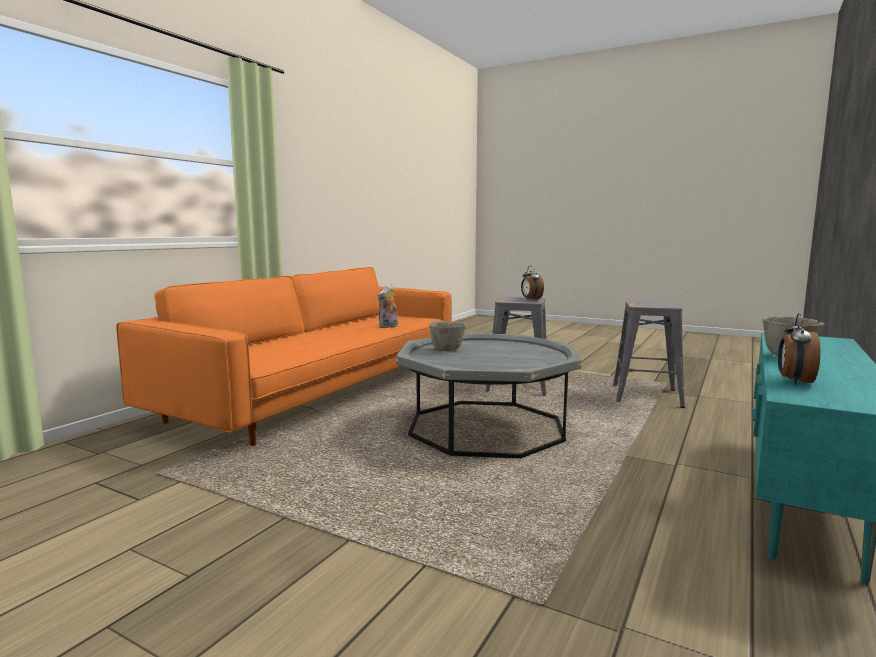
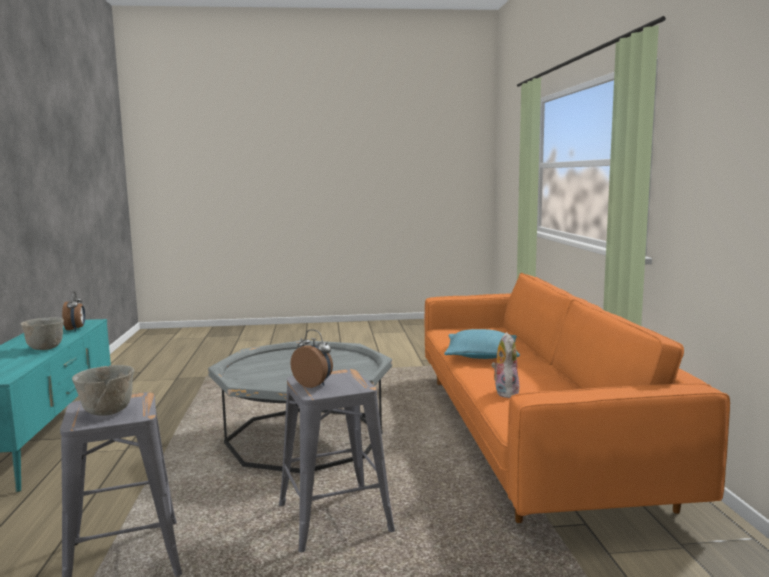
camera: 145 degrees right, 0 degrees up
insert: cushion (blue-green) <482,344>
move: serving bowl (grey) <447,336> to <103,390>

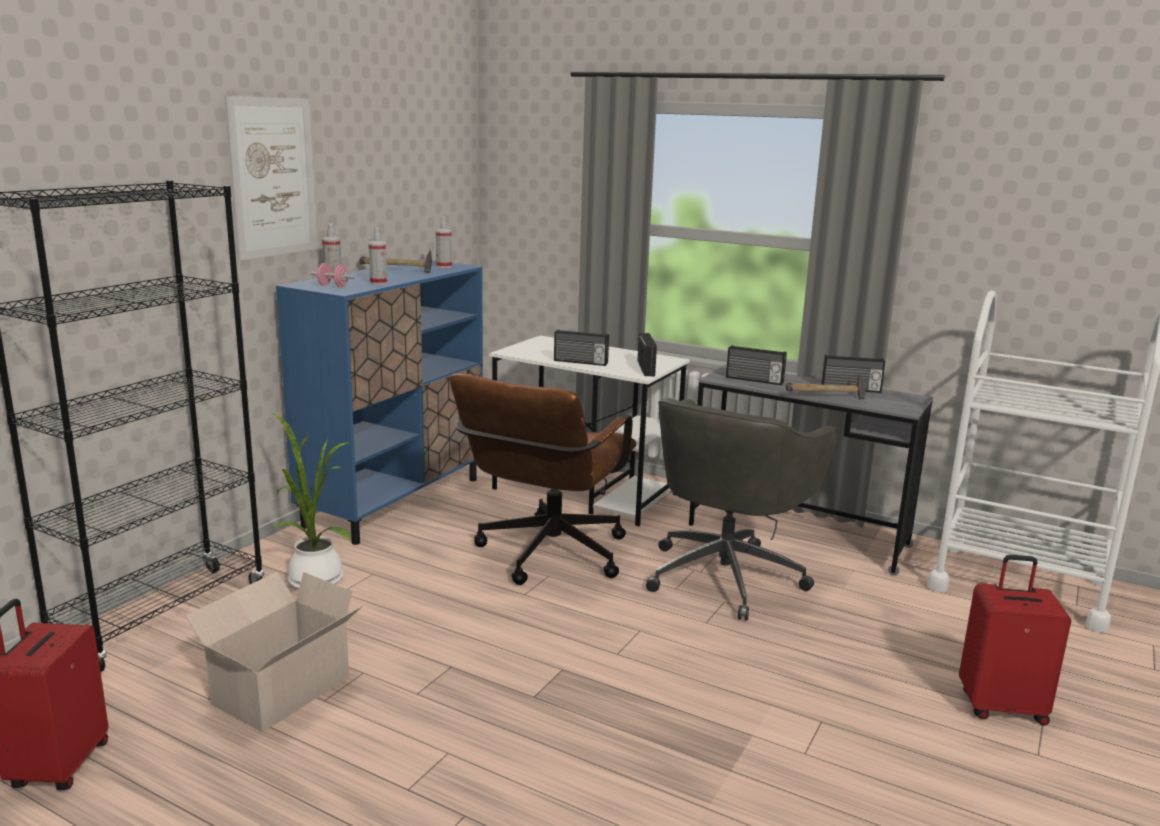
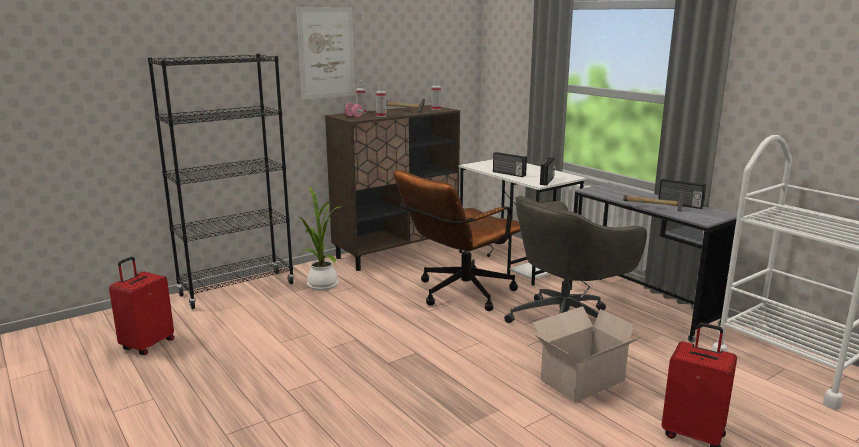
camera: 25 degrees right, 0 degrees up
delete: radio <756,365>
move: carton <274,652> to <588,354>
recolor: storage cabinet (blue) <379,402> to storage cabinet (brownish) <392,188>

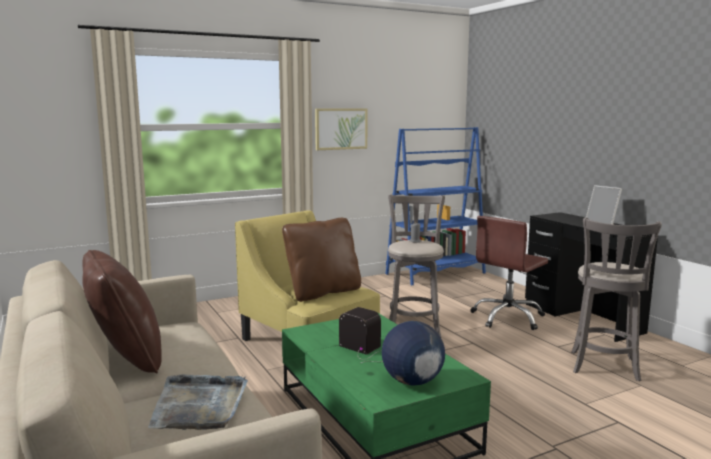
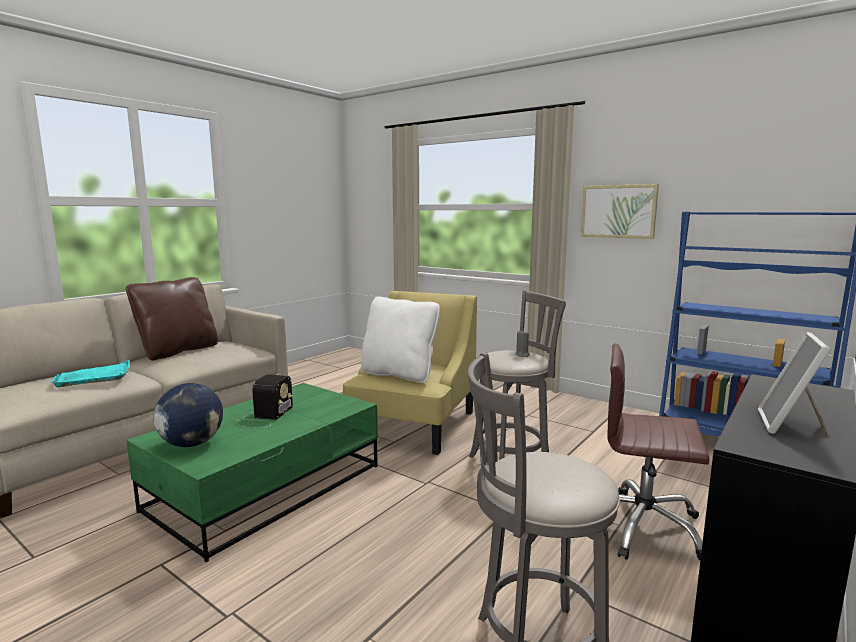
camera: 65 degrees right, 0 degrees up
recolor: serving tray (grey) <198,402> to serving tray (blue-green) <90,373>; cushion (brownish) <321,260> to cushion (white) <400,340>

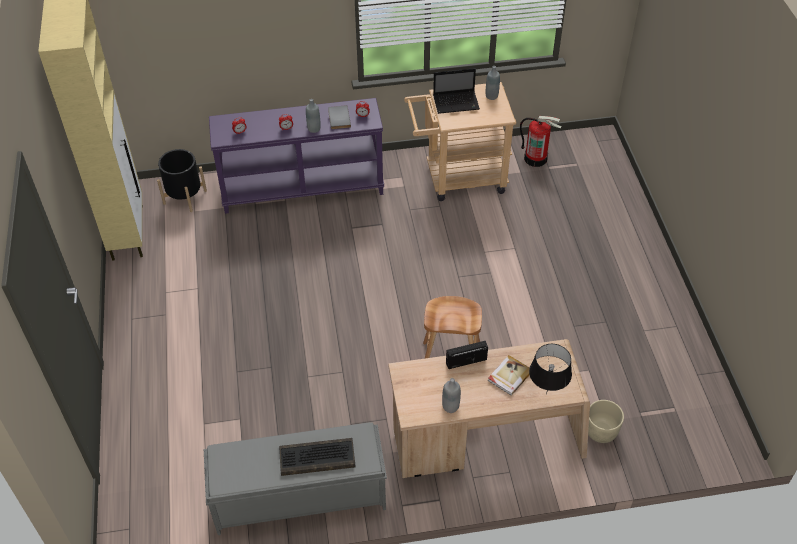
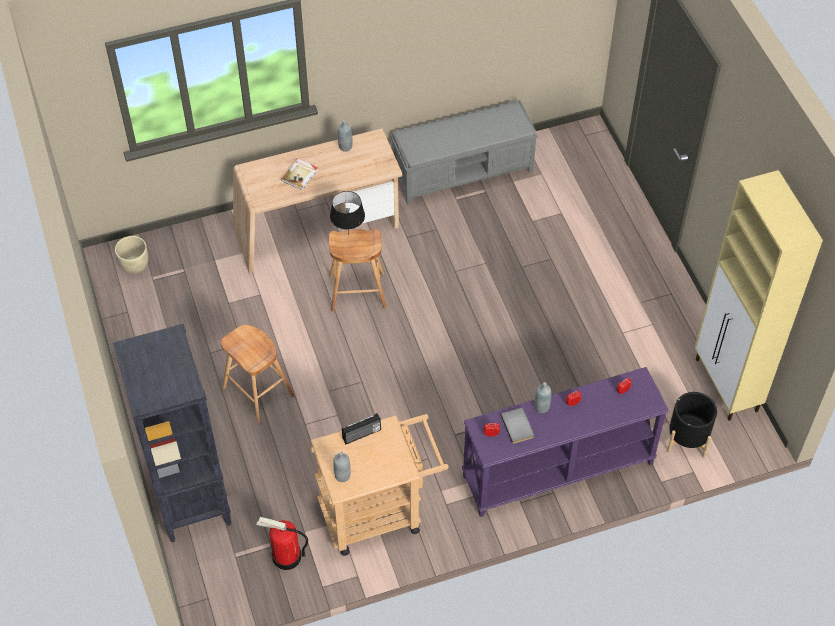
camera: 170 degrees right, 5 degrees up
delete: PC keyboard <317,457>; laptop <456,91>
insert: shelving unit (black) <172,433>; sitting stool (brownish) <258,374>
move: plant pot (sand-coloured) <606,421> to <131,255>; table lamp (black) <550,369> to <347,213>; radio <467,355> to <361,429>

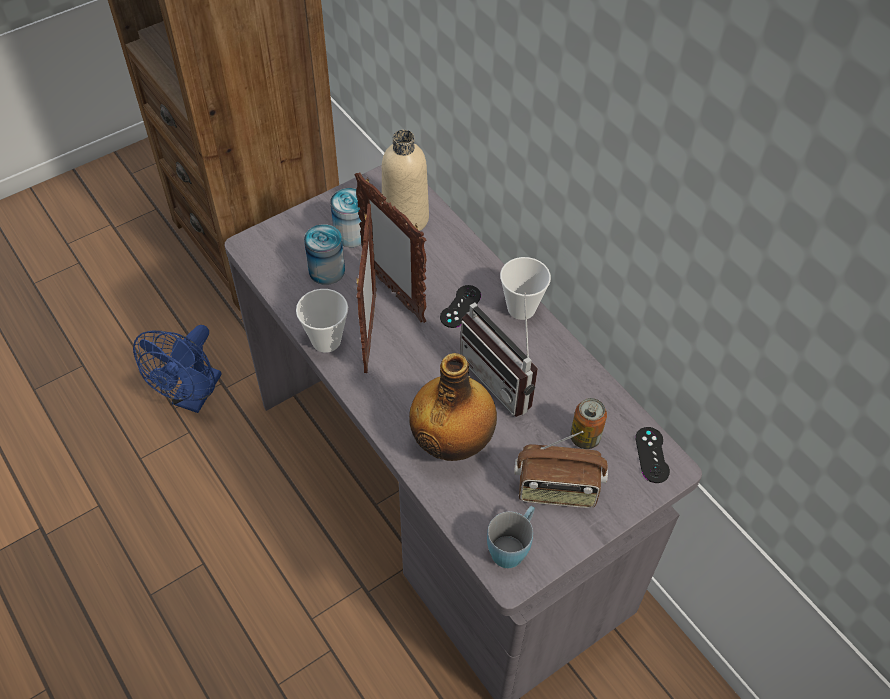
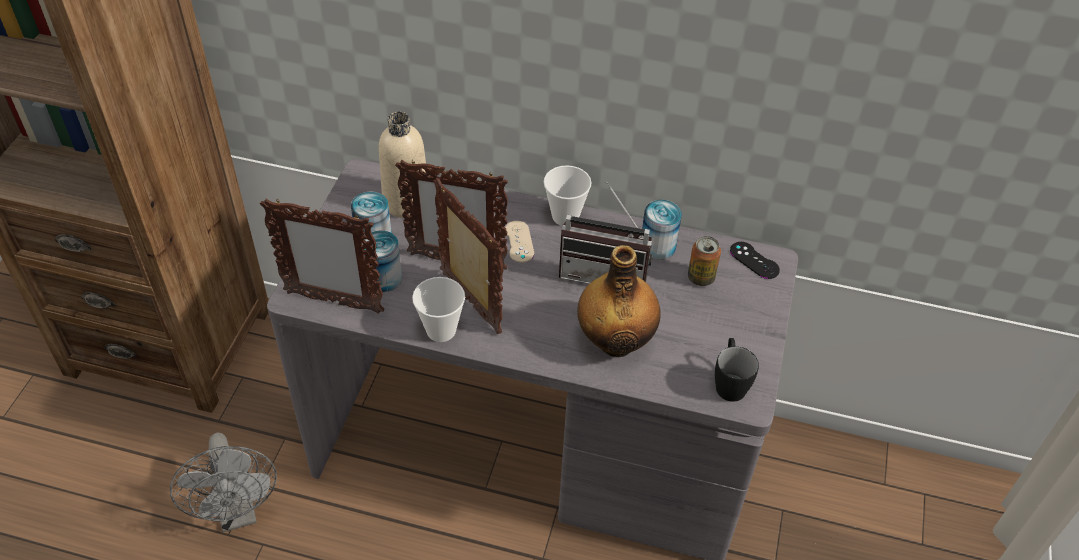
camera: 40 degrees left, 5 degrees down
delete: radio <561,469>
insert: standing frame <322,256>; metal can <662,230>
recolor: cooling fan (blue) <177,369> to cooling fan (grey) <223,482>; gamepad (black) <460,306> to gamepad (sand-coloured) <519,242>; coffee mug (blue) <511,537> to coffee mug (black) <737,370>

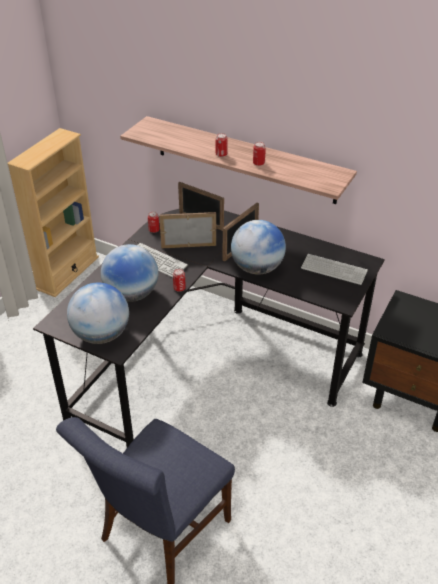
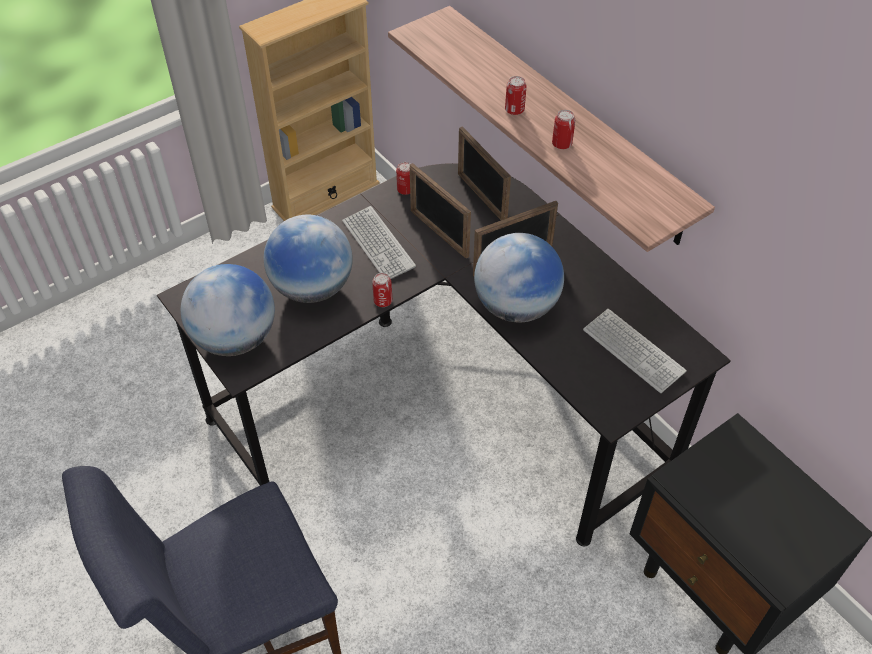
camera: 25 degrees right, 10 degrees up
rotate: standing frame <187,230> = <440,211> 150 degrees counterclockwise

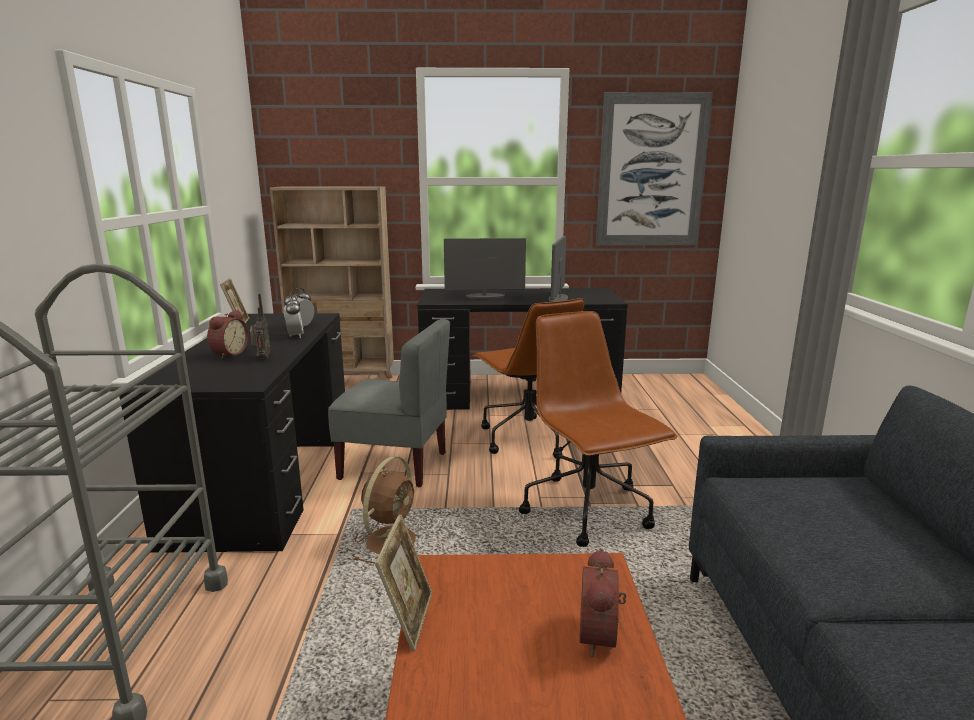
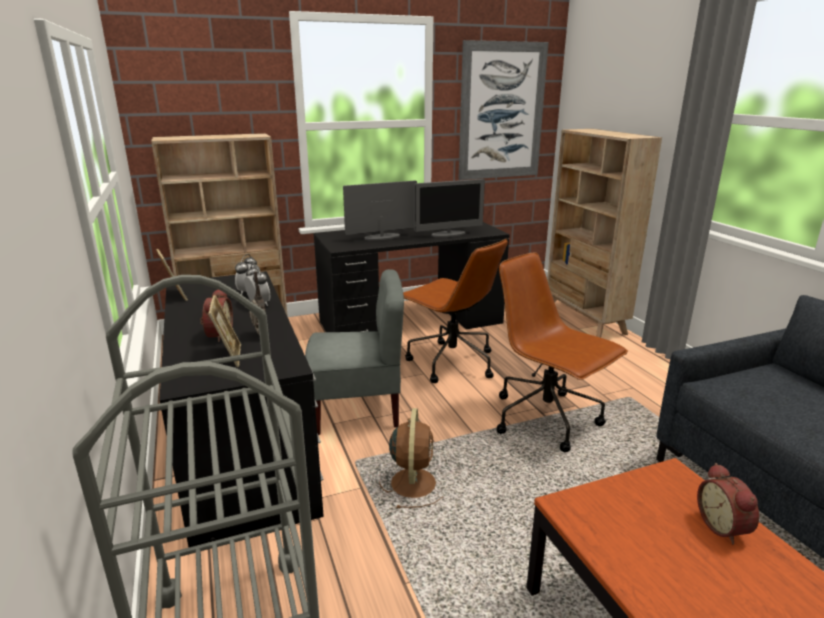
camera: 20 degrees left, 5 degrees up
insert: shelving unit (sand-coloured) <604,233>
move: standing frame <403,582> to <224,331>
rotate: monitor <558,269> = <449,208> 105 degrees counterclockwise

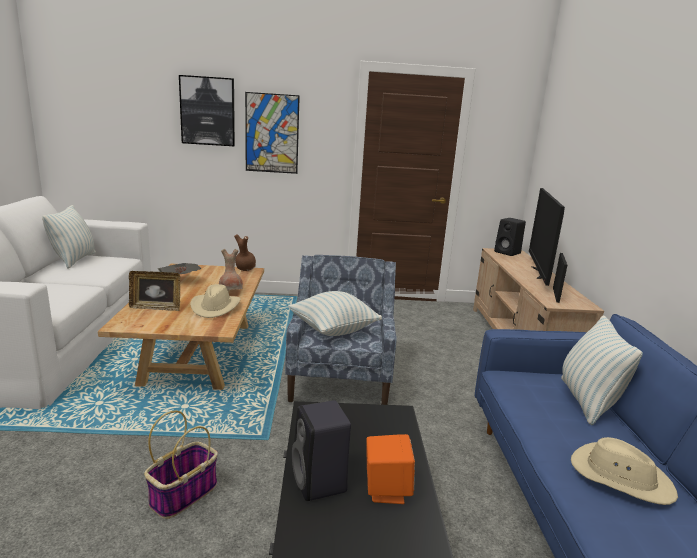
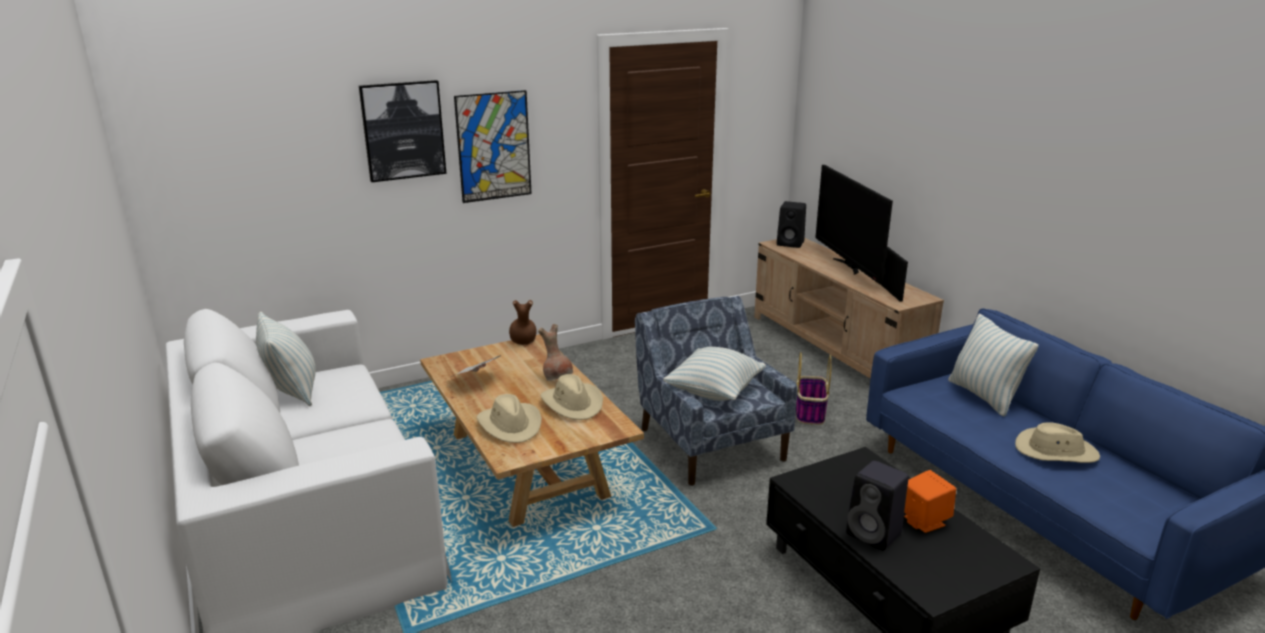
camera: 25 degrees left, 5 degrees up
move: household basket <181,465> to <814,388>
replace: standing frame <154,291> to clothing hat (sand-coloured) <509,418>

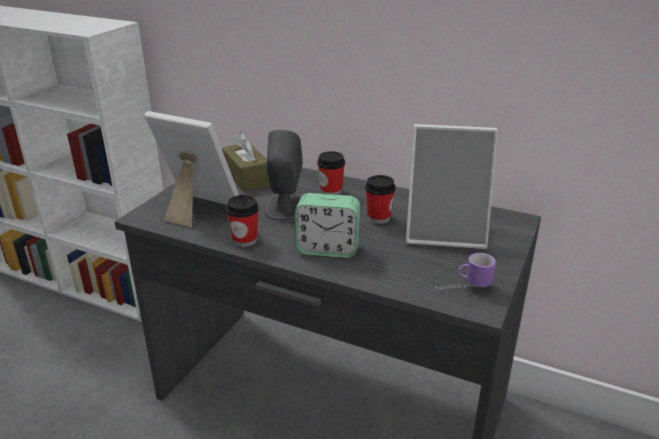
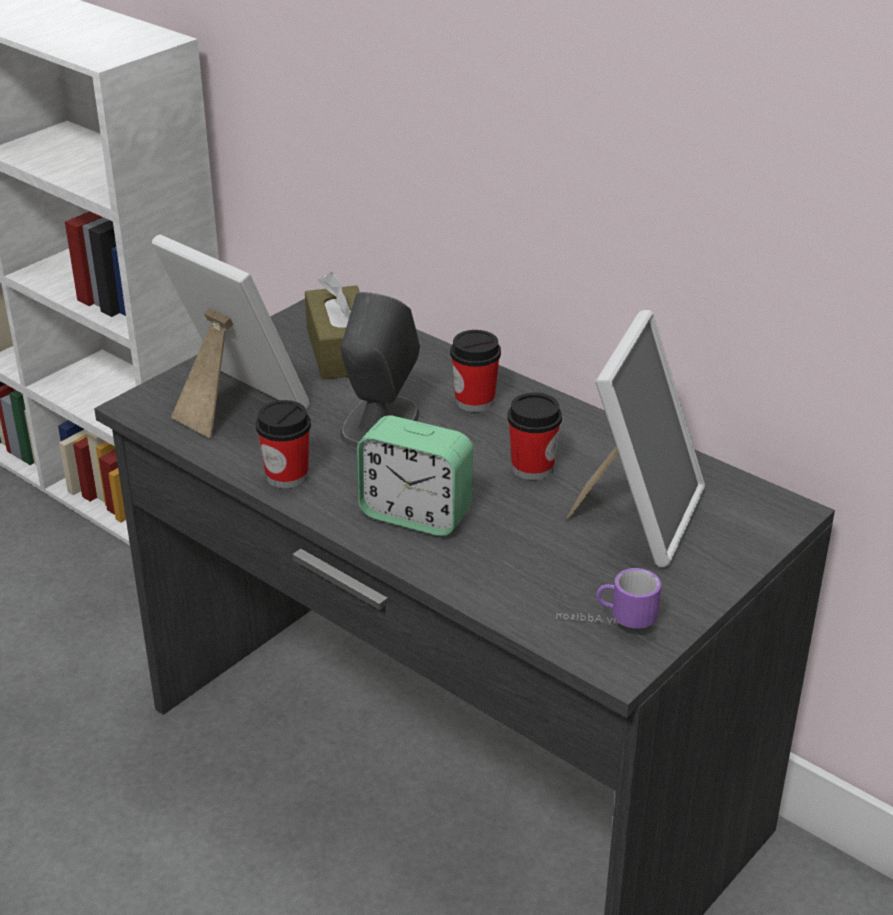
camera: 15 degrees right, 5 degrees up
rotate: standing frame <452,186> = <635,438> 90 degrees counterclockwise

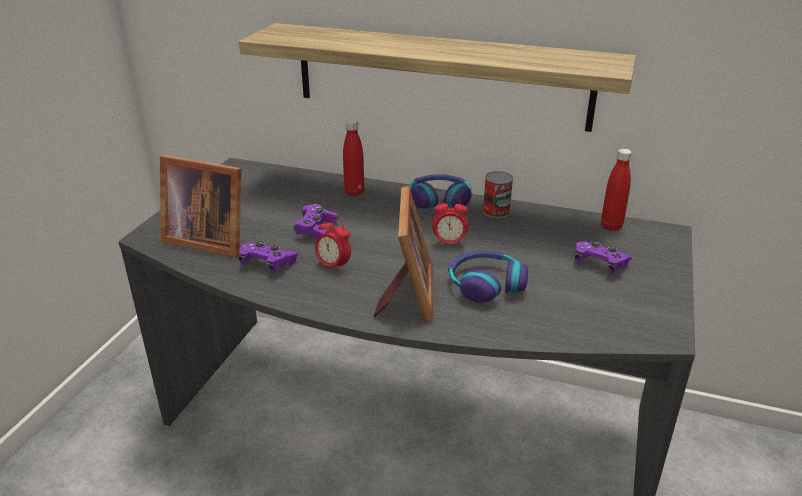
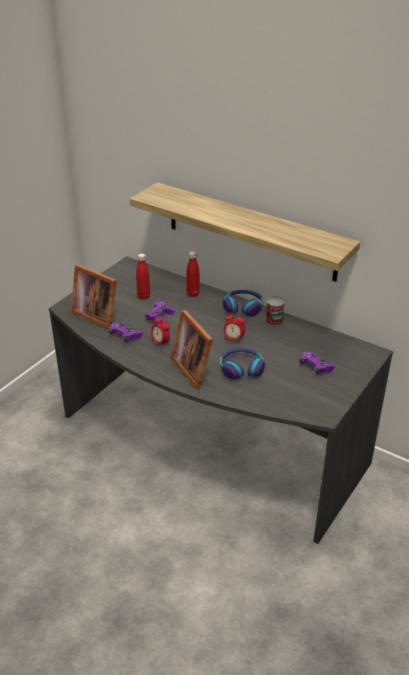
camera: 15 degrees right, 5 degrees up
move: drink bottle (reddish) <616,190> to <143,276>
rotate: standing frame <403,254> = <191,349> 135 degrees clockwise

